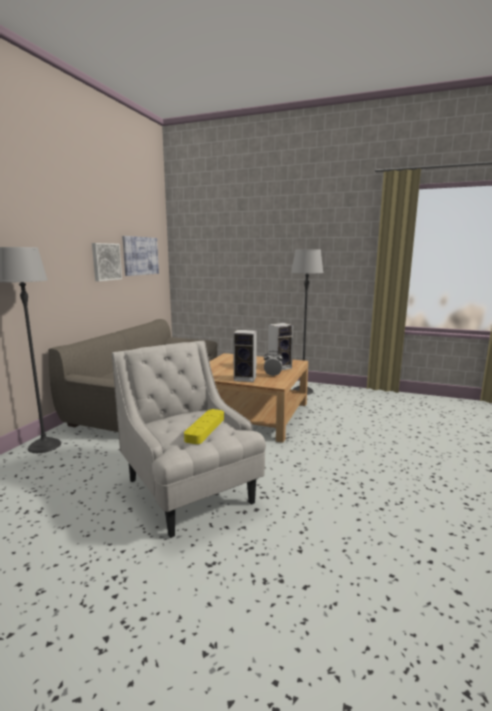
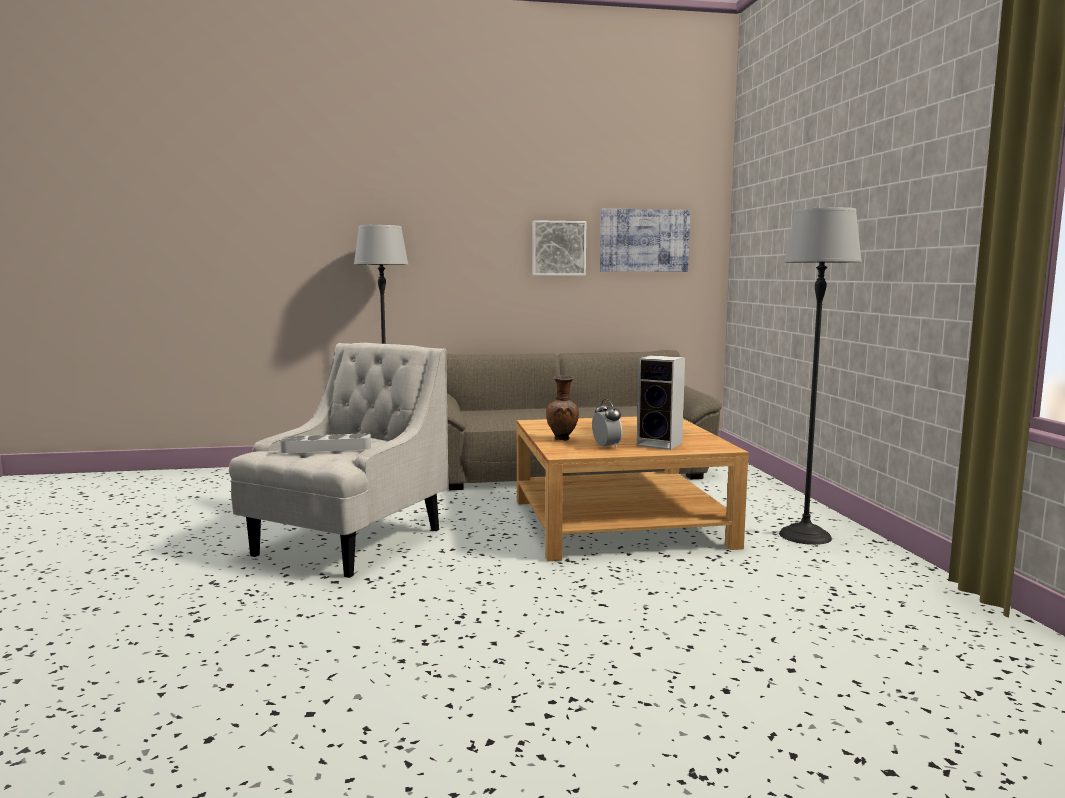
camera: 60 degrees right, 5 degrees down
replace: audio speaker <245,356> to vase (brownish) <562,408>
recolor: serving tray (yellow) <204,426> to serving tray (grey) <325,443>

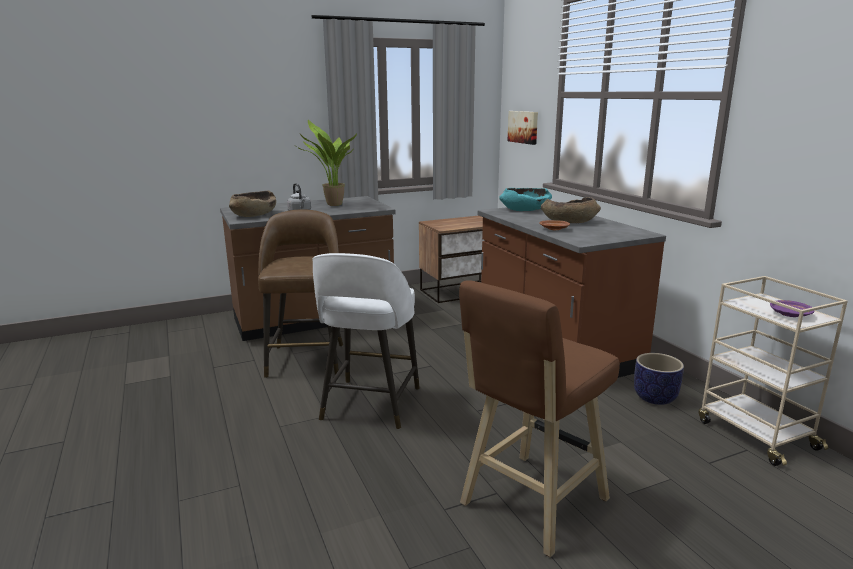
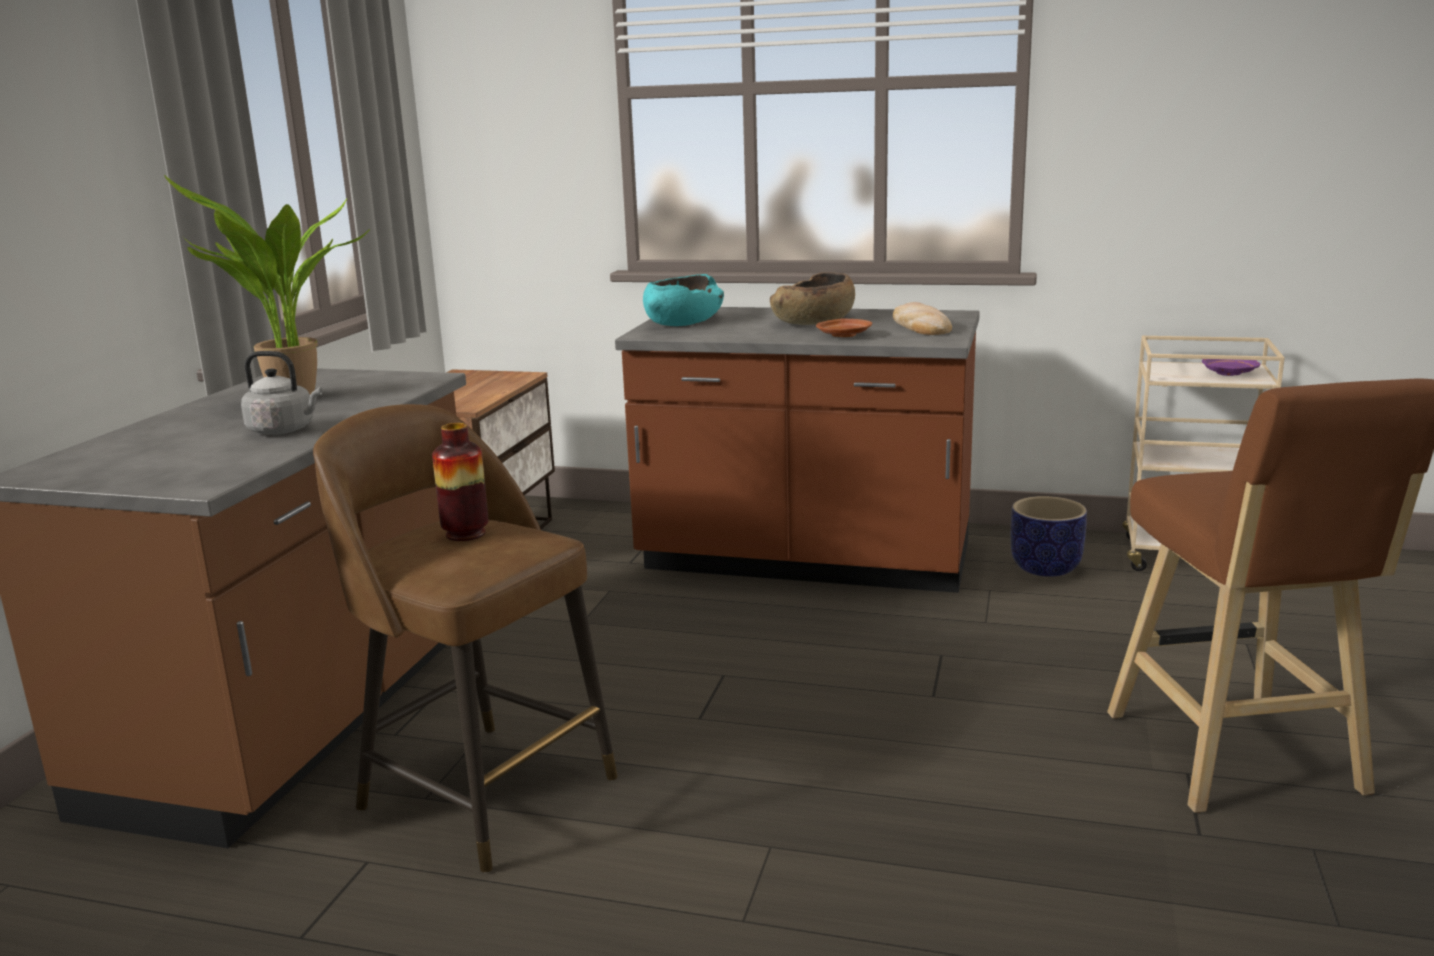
camera: 50 degrees left, 0 degrees up
delete: serving bowl (brownish) <252,204>; sitting stool (white) <366,341>; wall picture <523,128>
insert: vase <460,482>; bakery bread <922,318>

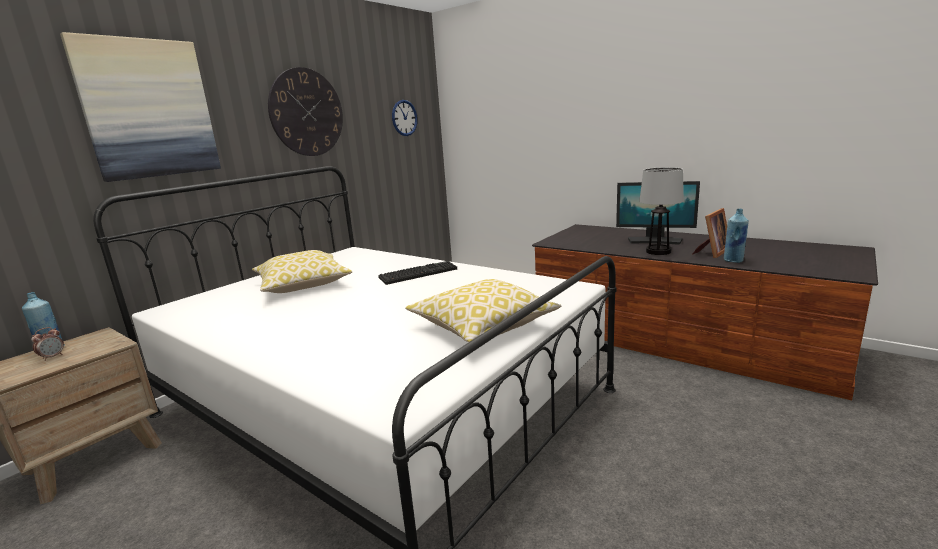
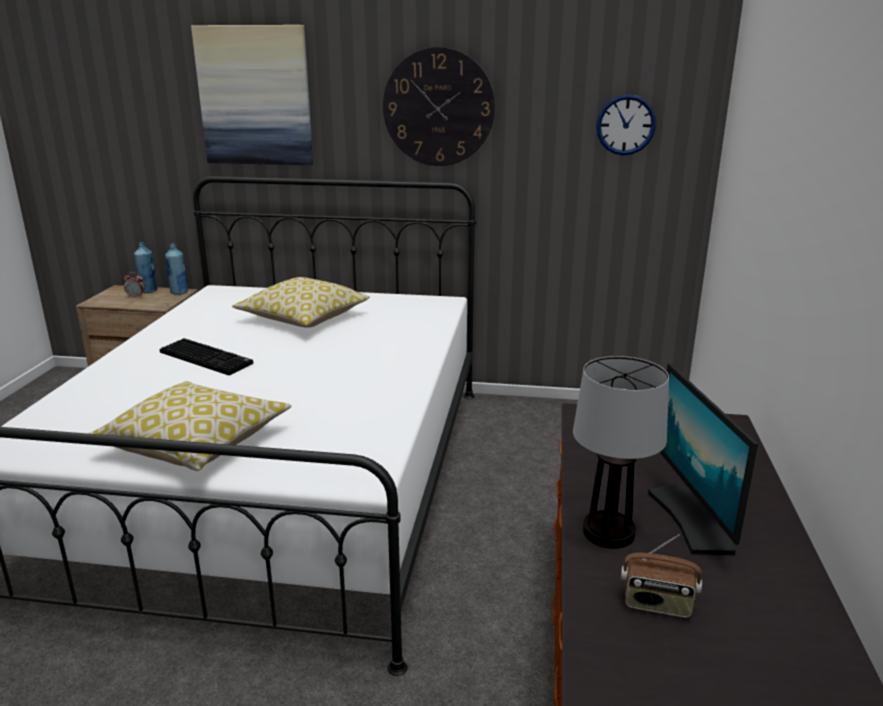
camera: 60 degrees right, 5 degrees up
move: PC keyboard <417,273> to <206,356>; drink bottle (blue) <736,236> to <176,269>
replace: standing frame <710,233> to radio <661,576>

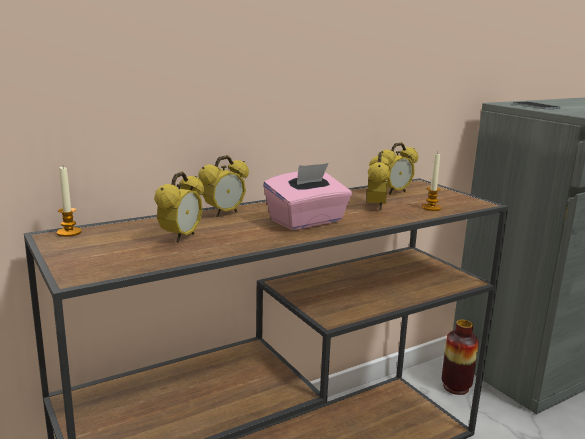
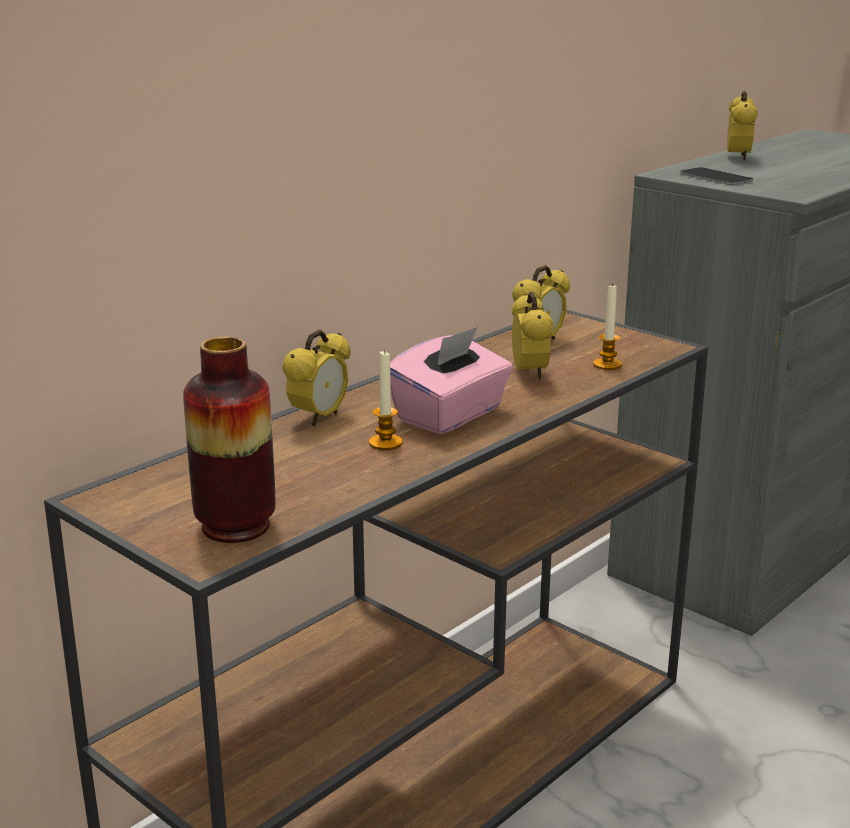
camera: 15 degrees left, 5 degrees up
move: vase <460,357> to <229,440>; wax light <69,202> to <385,399>; alarm clock <179,207> to <742,125>

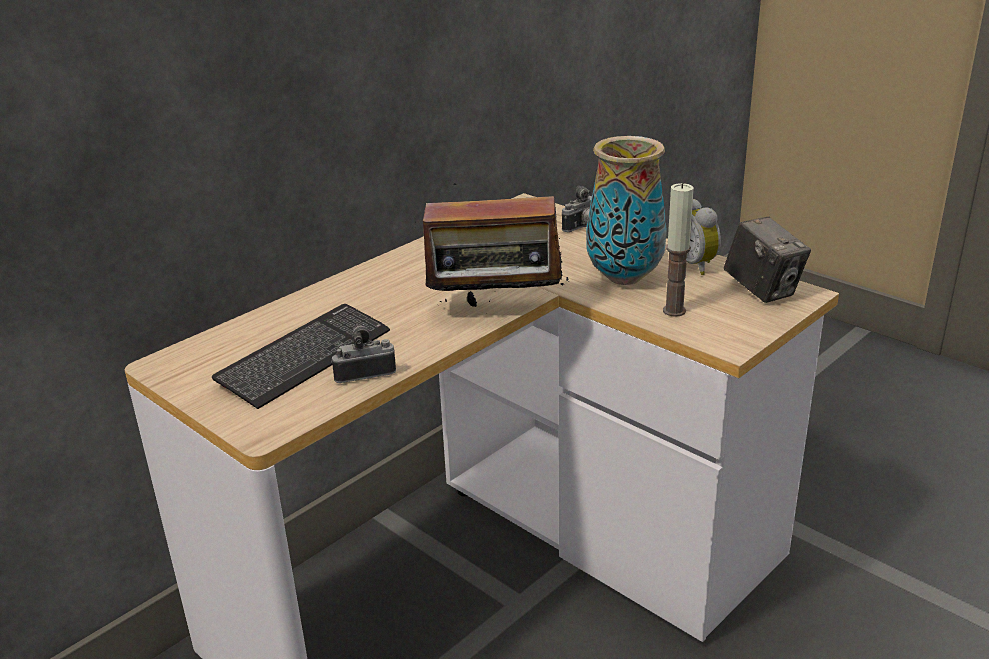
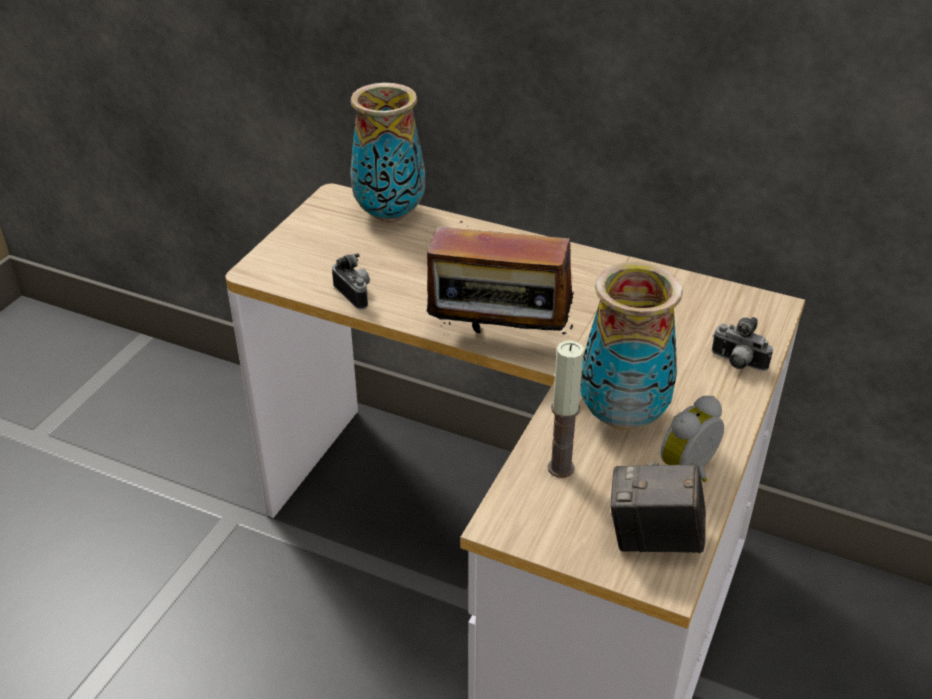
camera: 70 degrees right, 10 degrees up
delete: PC keyboard <301,356>
insert: vase <387,152>
rotate: radio <491,240> = <500,282> 60 degrees counterclockwise; still camera <767,260> = <658,507> 60 degrees clockwise

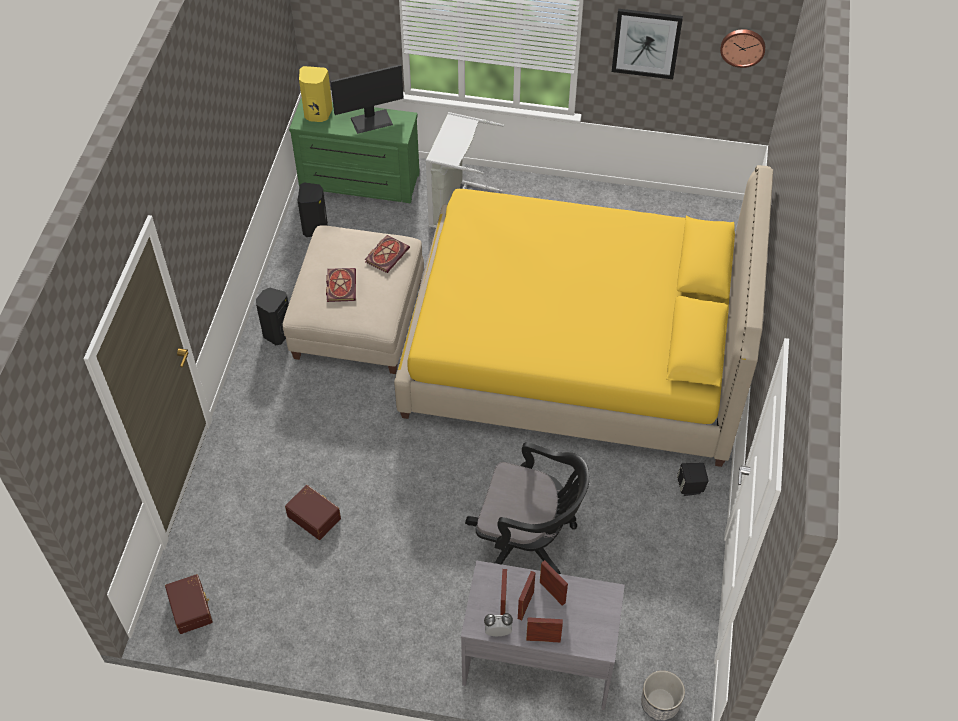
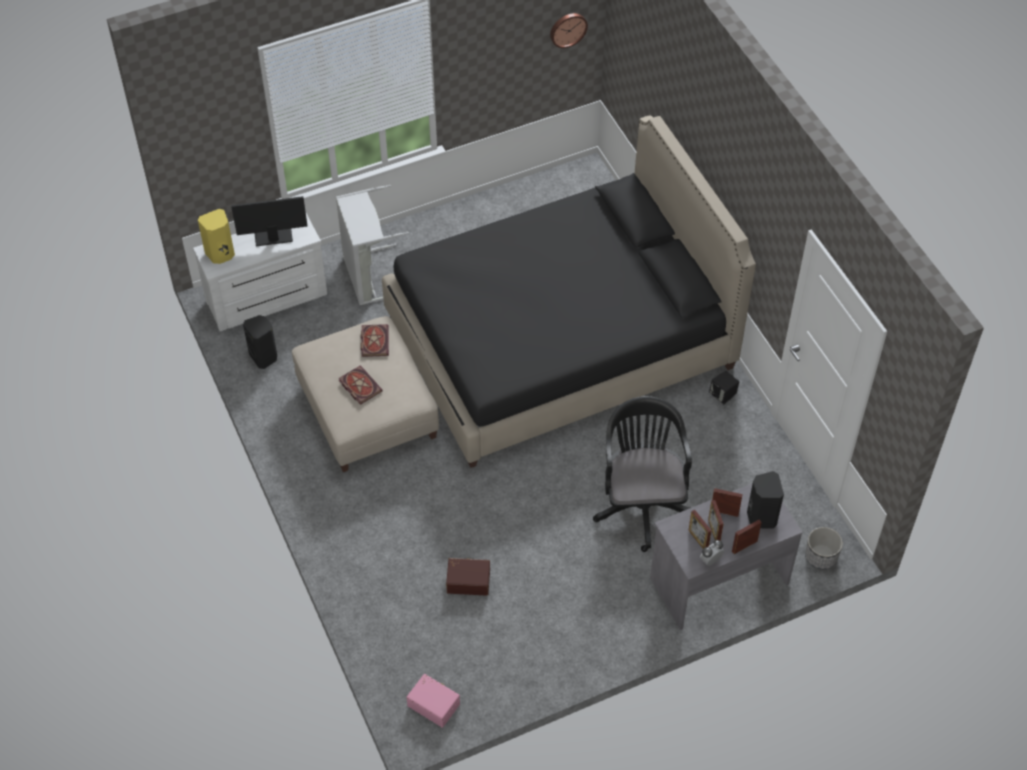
camera: 35 degrees left, 0 degrees up
delete: wall picture <647,44>
move: audio speaker (black) <272,316> to <765,500>
recolor: drawer chest (green) <354,150> to drawer chest (white) <260,271>; bedroom bed (yellow) <583,316> to bedroom bed (black) <569,291>; storage box (brownish) <189,604> to storage box (pink) <433,701>
rotate: monitor <367,99> = <269,221> 135 degrees counterclockwise; desk chair (black) <527,508> = <642,474> 75 degrees counterclockwise

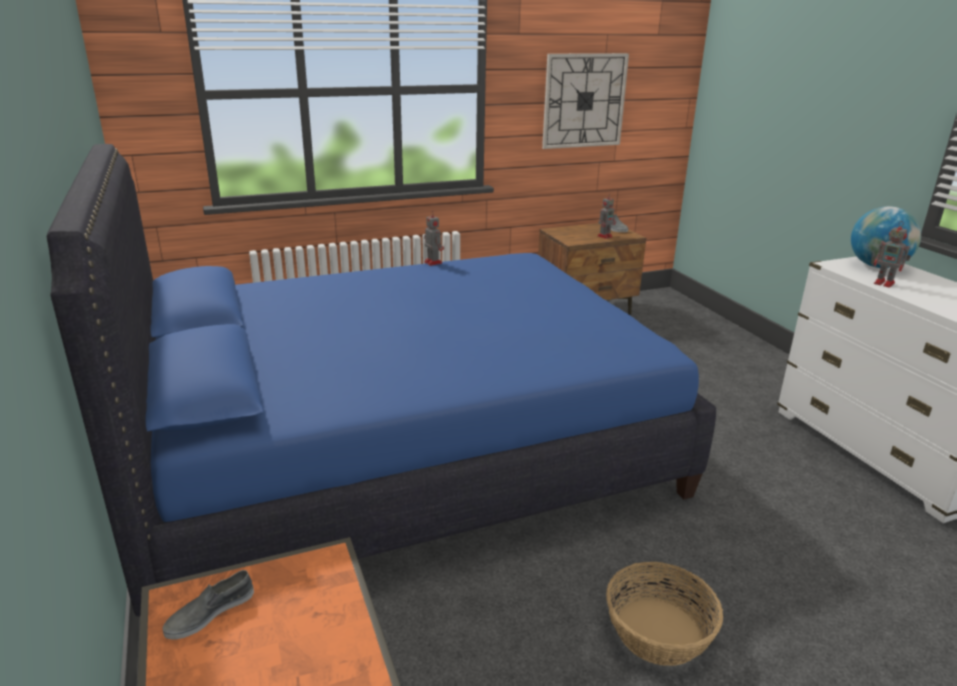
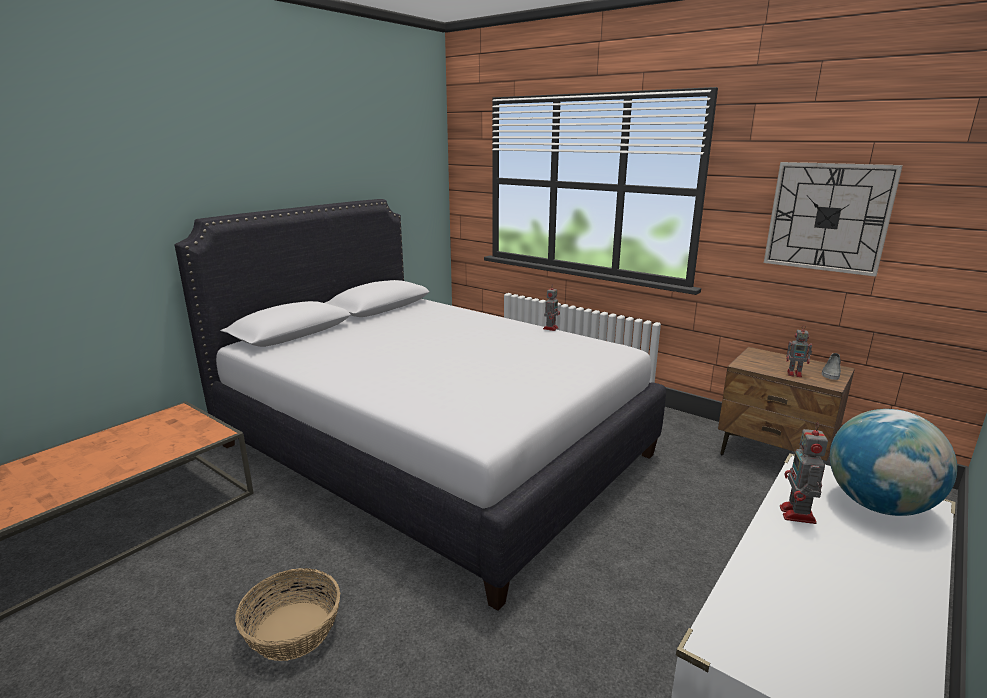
camera: 60 degrees right, 5 degrees down
delete: item of footwear (grey) <208,605>
recolor: bedroom bed (blue) <381,380> to bedroom bed (white) <420,405>

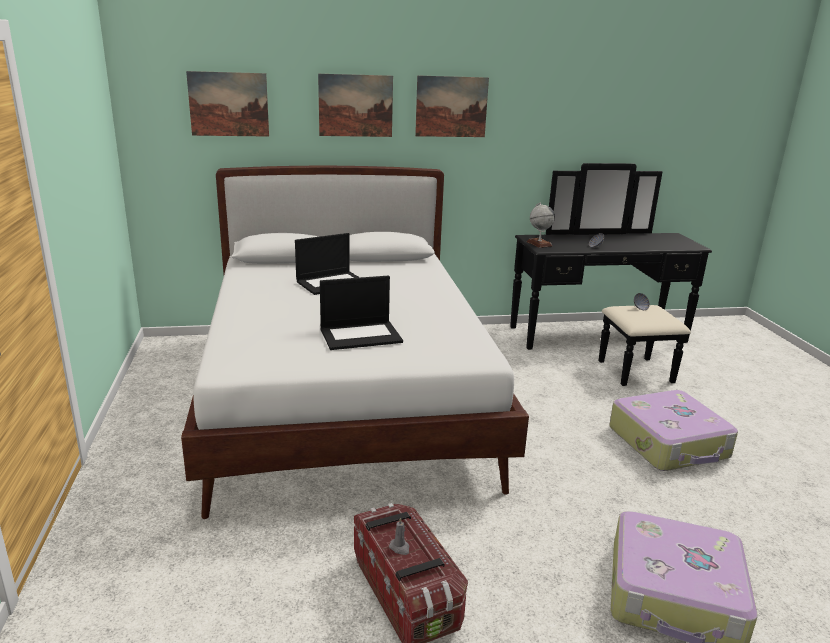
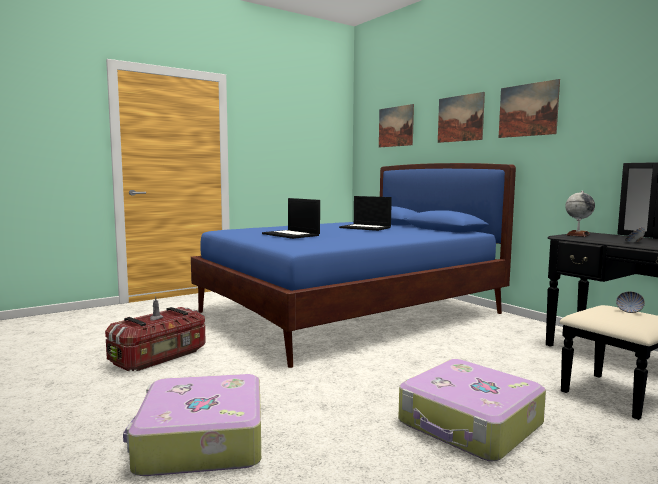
camera: 65 degrees right, 15 degrees down
recolor: bedroom bed (white) <355,342> to bedroom bed (blue) <353,265>

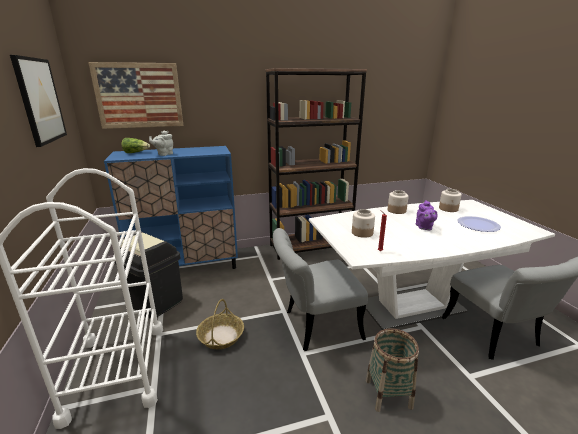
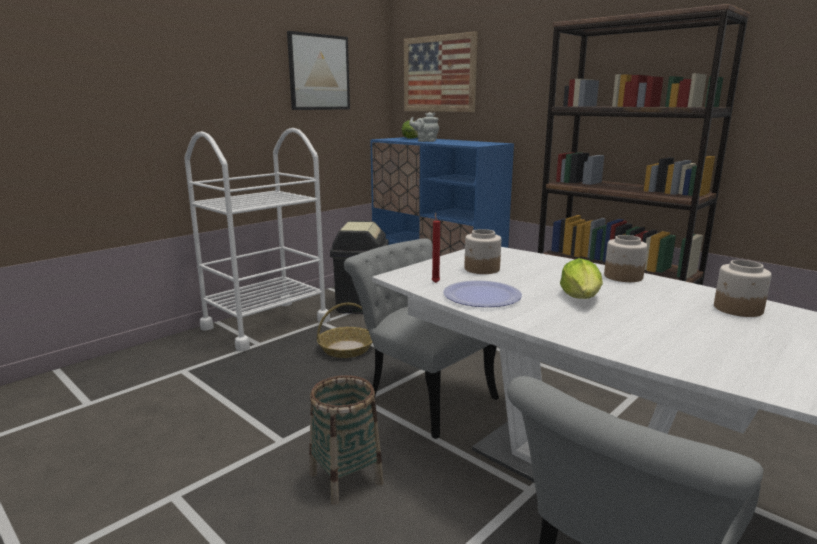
camera: 60 degrees right, 5 degrees down
move: plate <479,224> to <482,293>
replace: teapot (purple-coloured) <427,215> to head of lettuce <581,278>

